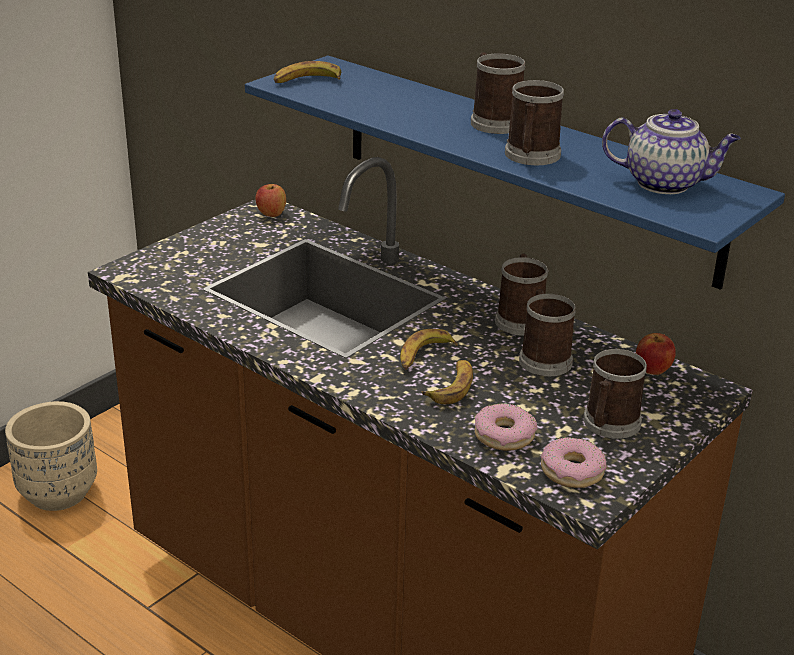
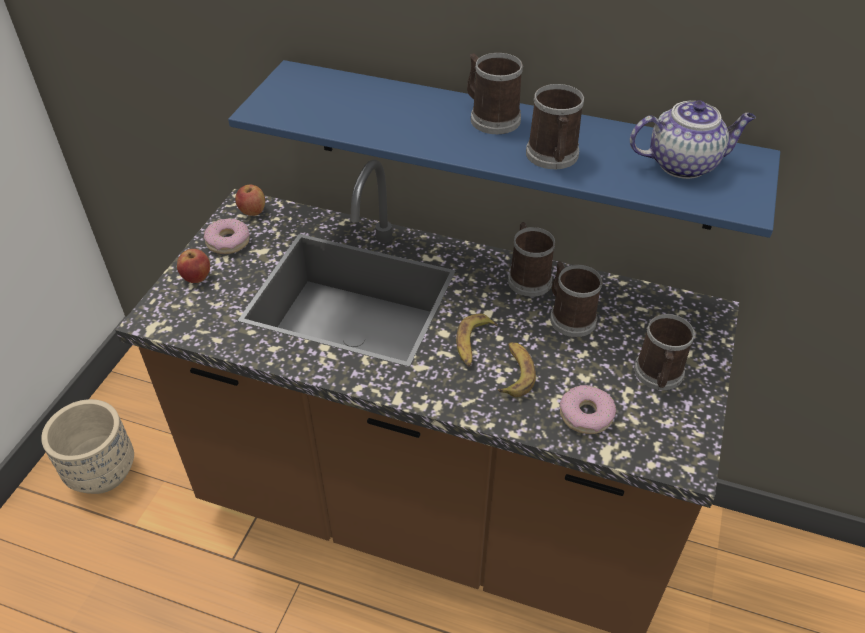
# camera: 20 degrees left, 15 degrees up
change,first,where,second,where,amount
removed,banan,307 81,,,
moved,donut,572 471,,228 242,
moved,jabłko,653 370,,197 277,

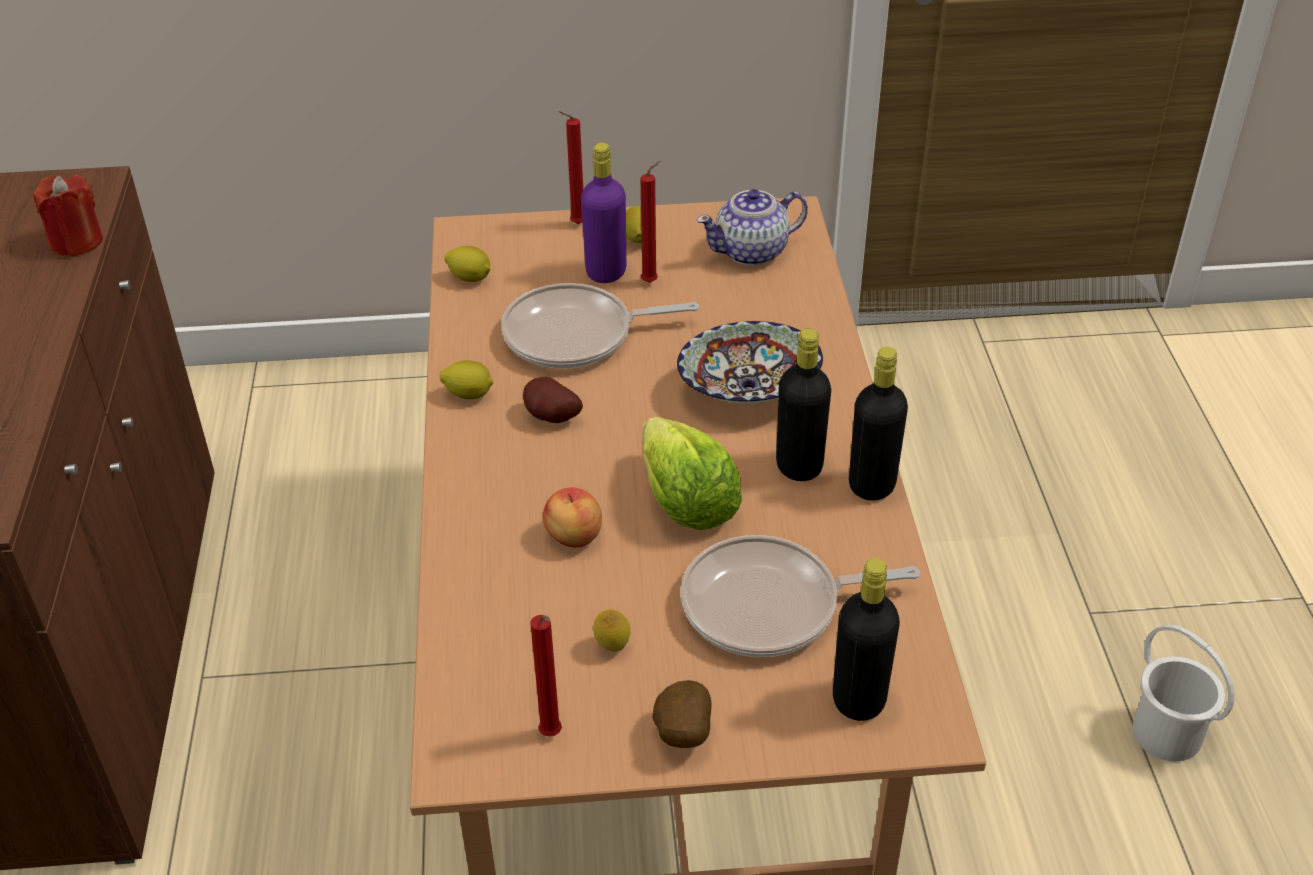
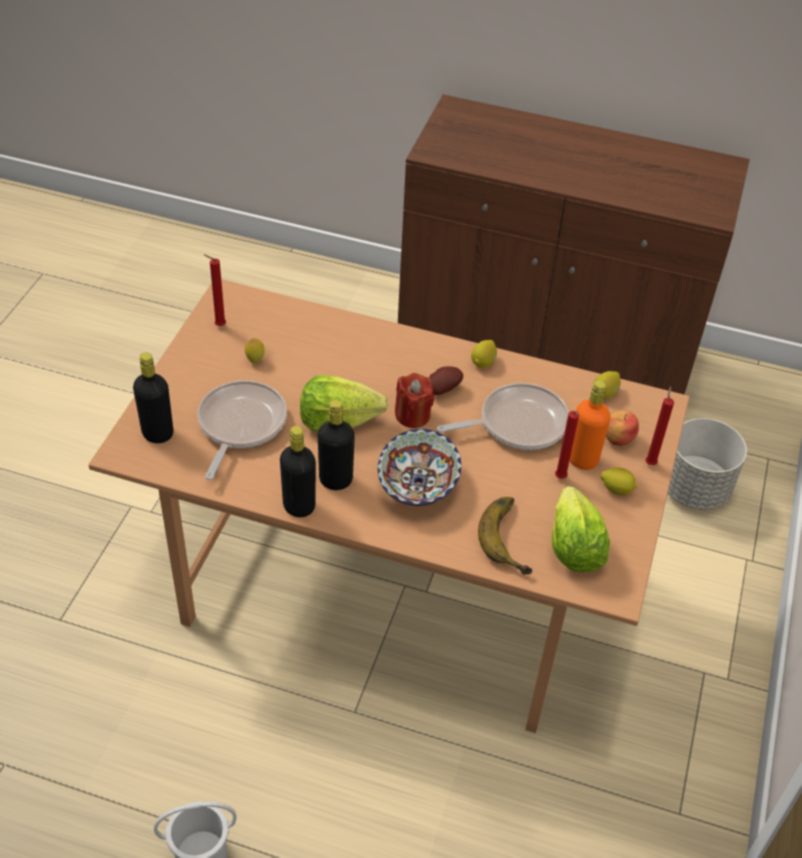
# camera: 110 degrees right, 5 degrees up
change,first,where,second,where,amount
moved,świeca (czerwony),76 242,,412 415,
turned,patelnia,576 335,,517 423,60 degrees clockwise
moved,jabłko,573 537,,618 438,
recoloured,butelka (fioletowy),606 272,butelka (pomarańczowy),582 459,
removed,ziemniak,681 735,,,
replaced,imbryk,752 252,sałata,573 547,
added,,,banan,512 537,
added,,,donica (szary),695 489,

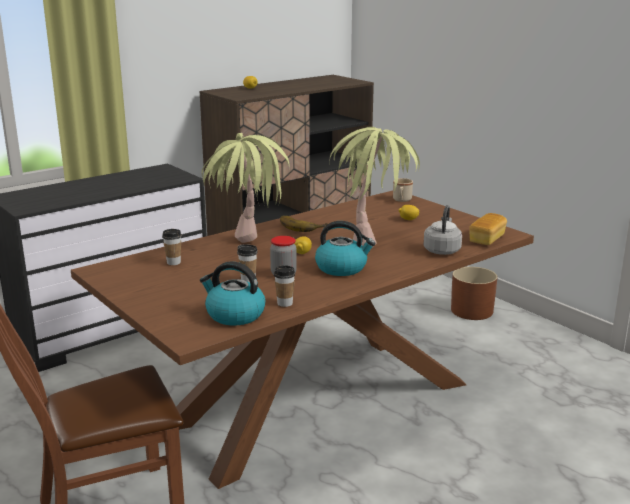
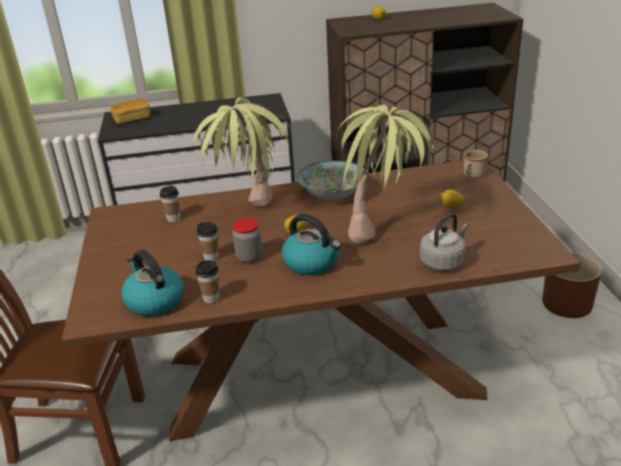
# camera: 30 degrees right, 10 degrees up
change,first,where,second,where,amount
replaced,banan,302 226,miska,332 194,
moved,chleb,487 239,,132 119,

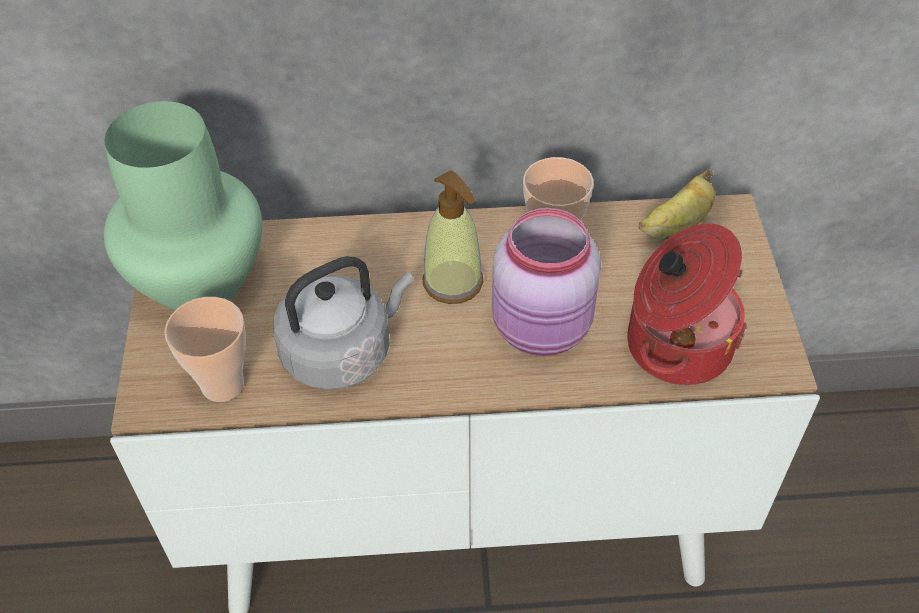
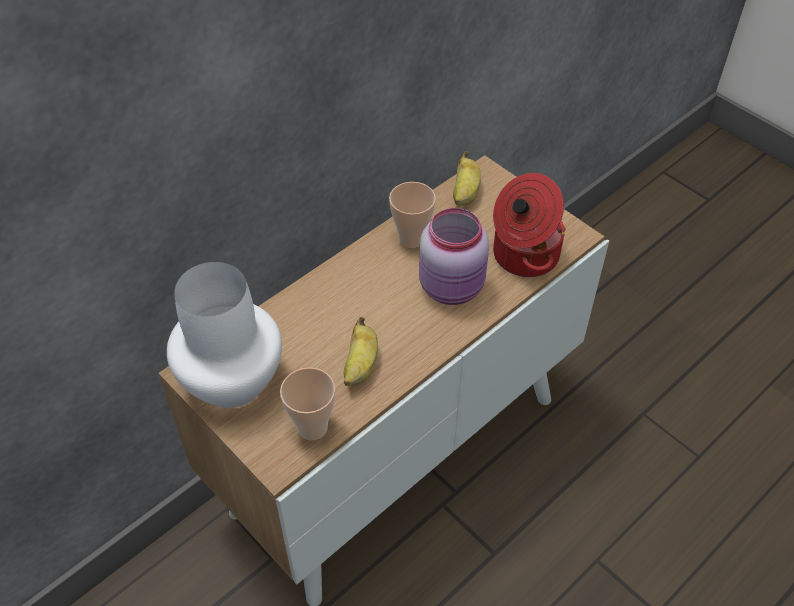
# camera: 40 degrees left, 0 degrees up
change,first,where,second,where,amount
recoloured,wazon (zielony),199 279,wazon (biały),231 381,
replaced,czajnik (szary),342 352,banan,360 366,
removed,dozownik mydła,453 282,,,

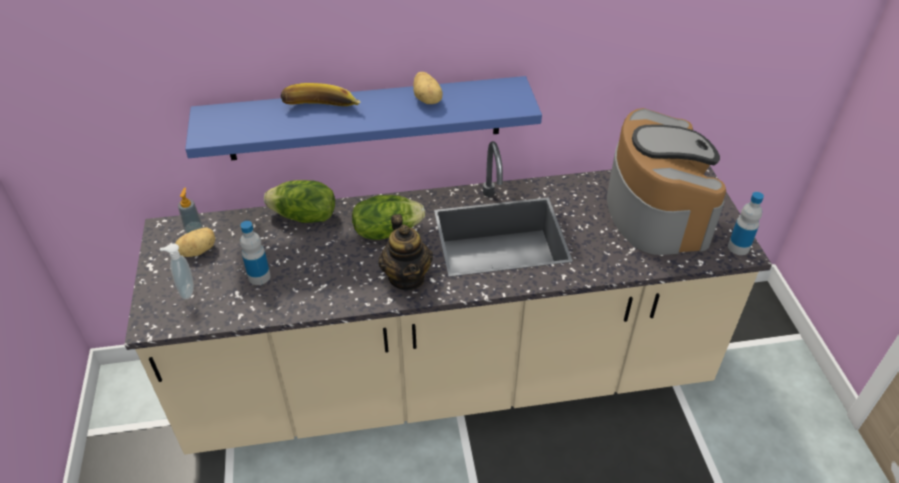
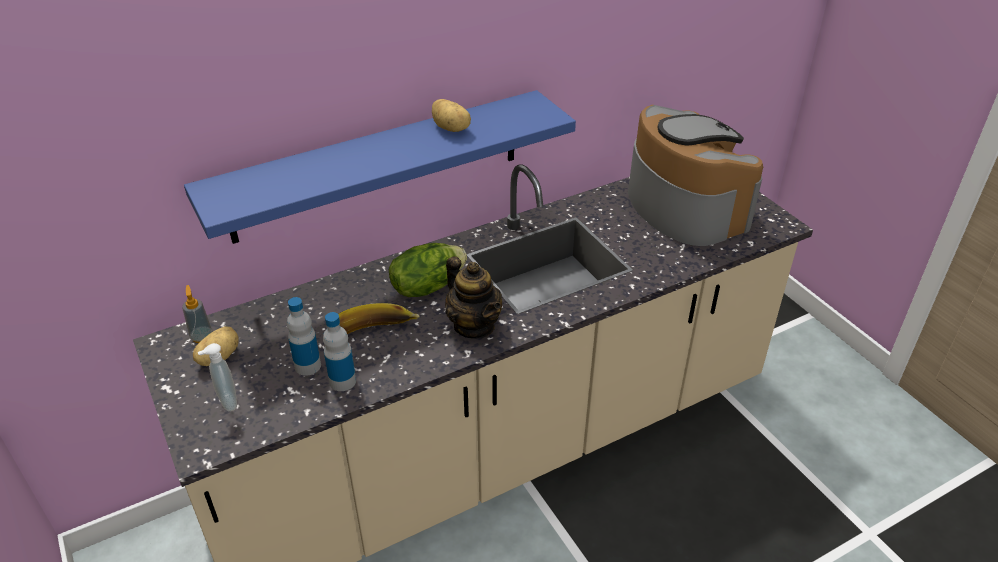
# camera: 20 degrees left, 5 degrees down
change,first,where,second,where,amount
removed,sałata,304 217,,,
moved,banan,321 110,,375 333,
moved,butelka,738 247,,342 381,

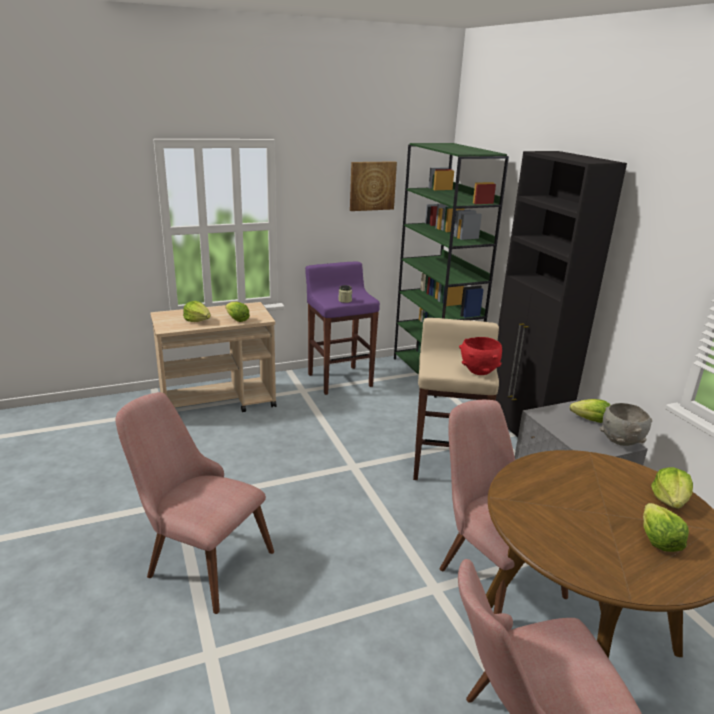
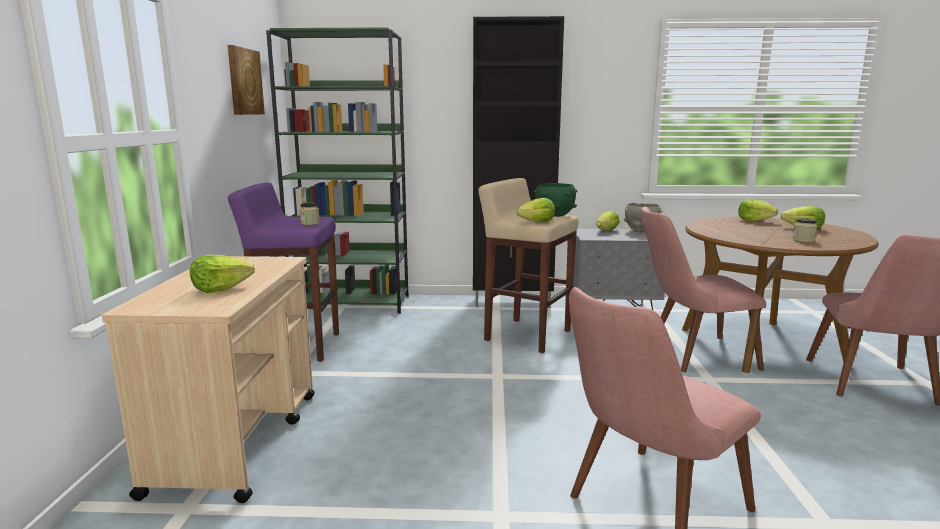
# camera: 65 degrees left, 10 degrees down
change,first,where,second,where,amount
moved,sałata,237 320,,537 222,
recoloured,miska (czerwony),479 371,miska (zielony),554 215,
added,,,słoik,803 240,

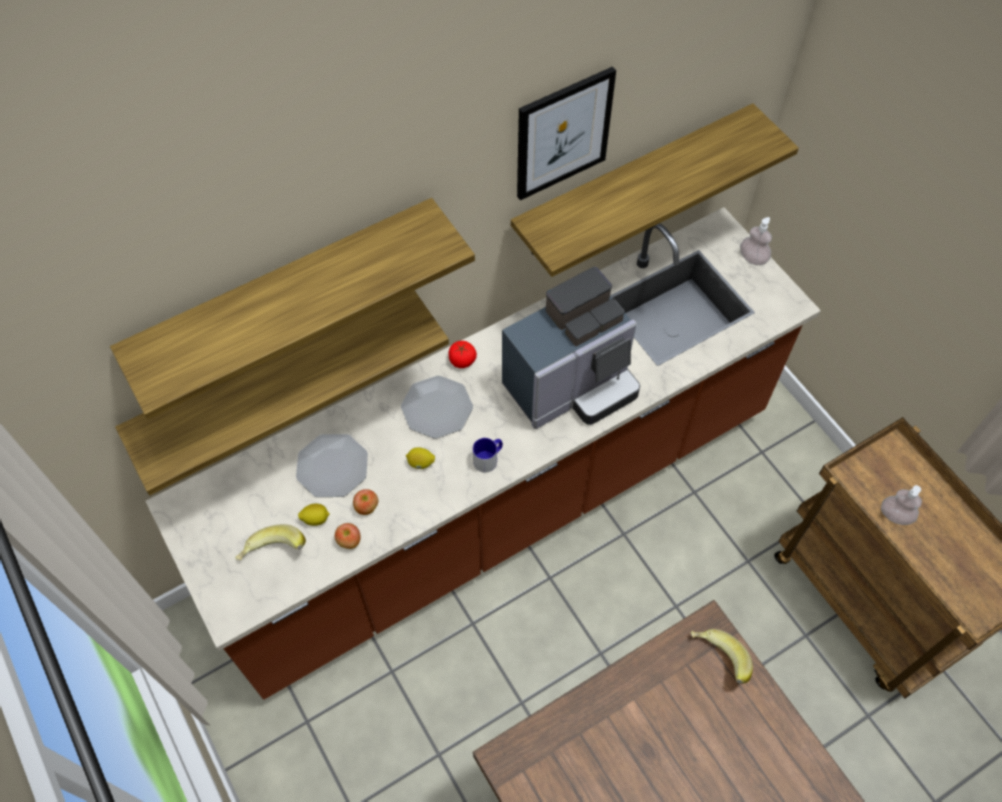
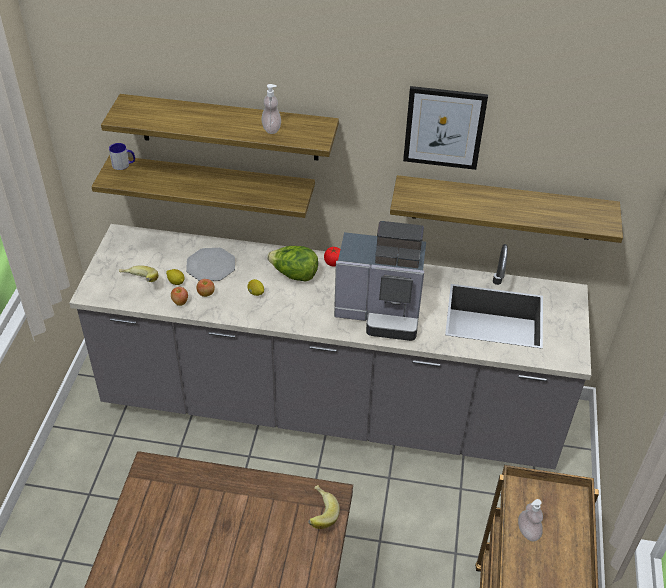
# camera: 40 degrees right, 15 degrees down
change,first,where,second,where,amount
recoloured,zabudowa kuchenna (brązowy),501 506,zabudowa kuchenna (szary),329 410,
replaced,talerz,437 408,sałata,294 275,
moved,kubek,489 459,,124 165,
moved,dozownik mydła,752 258,,271 129,

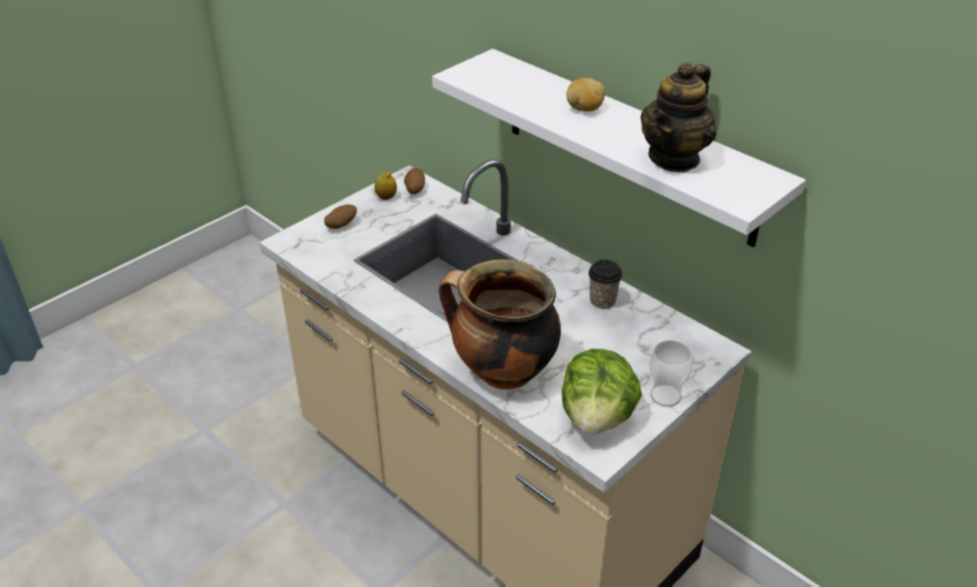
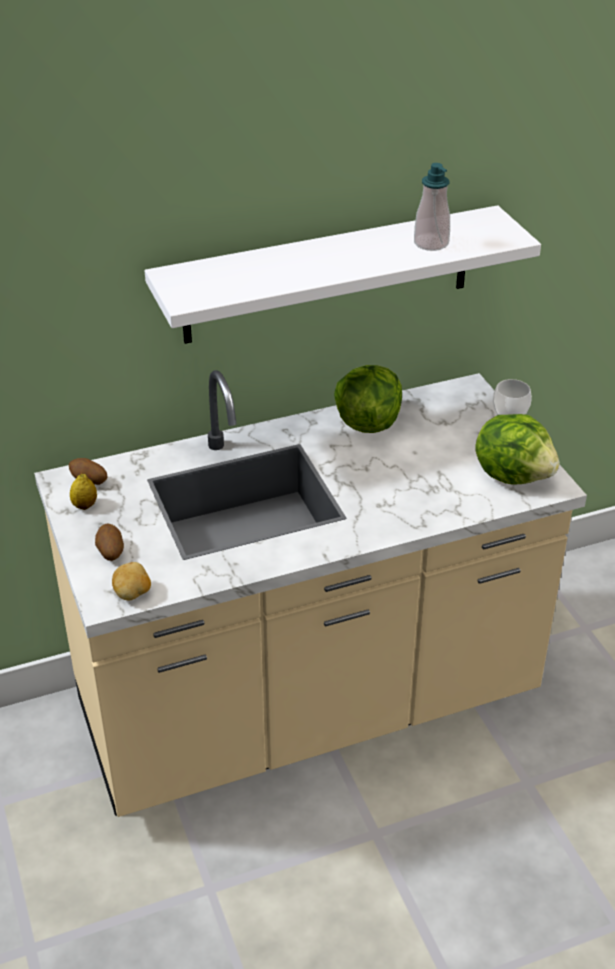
# camera: 65 degrees left, 0 degrees up
change,first,where,second,where,amount
removed,garnek,501 372,,,
moved,ziemniak,584 109,,133 594,
replaced,filiżanka,602 301,sałata,368 422,
replaced,imbryk,674 158,dozownik mydła,431 243,

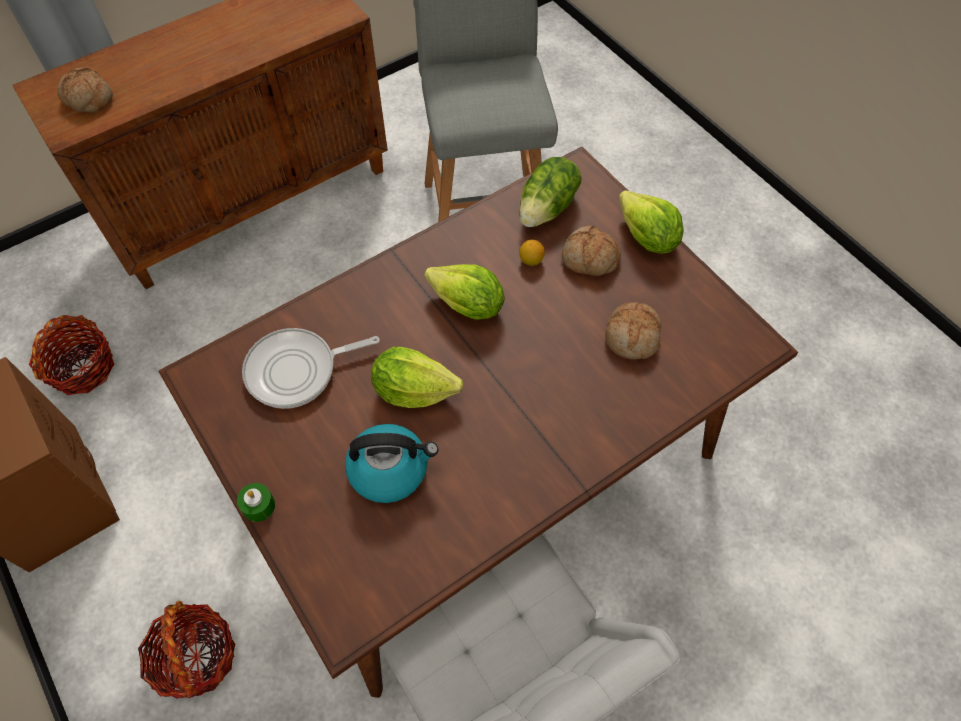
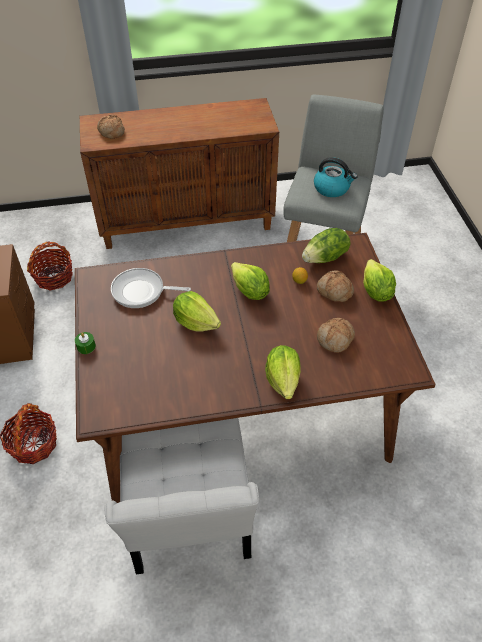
# camera: 25 degrees right, 10 degrees down
change,first,where,second,where,amount
moved,czajnik,390 469,,332 188,
added,,,sałata,283 380,

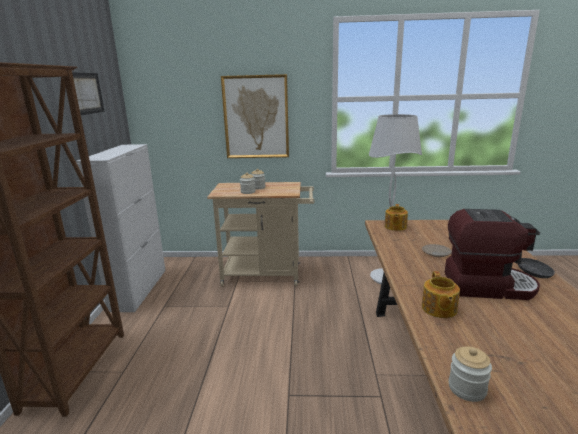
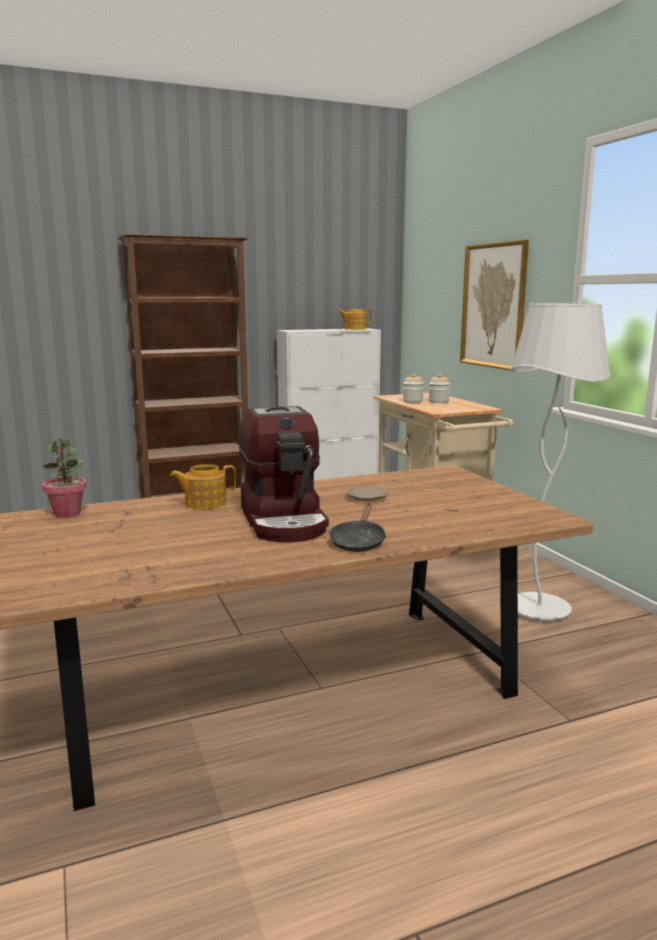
# camera: 65 degrees right, 5 degrees down
change,first,where,second,where,amount
removed,obraz,85 93,,,
moved,imbryk,395 227,,354 329,
replaced,słoik,467 388,roślina doniczkowa,67 513,

